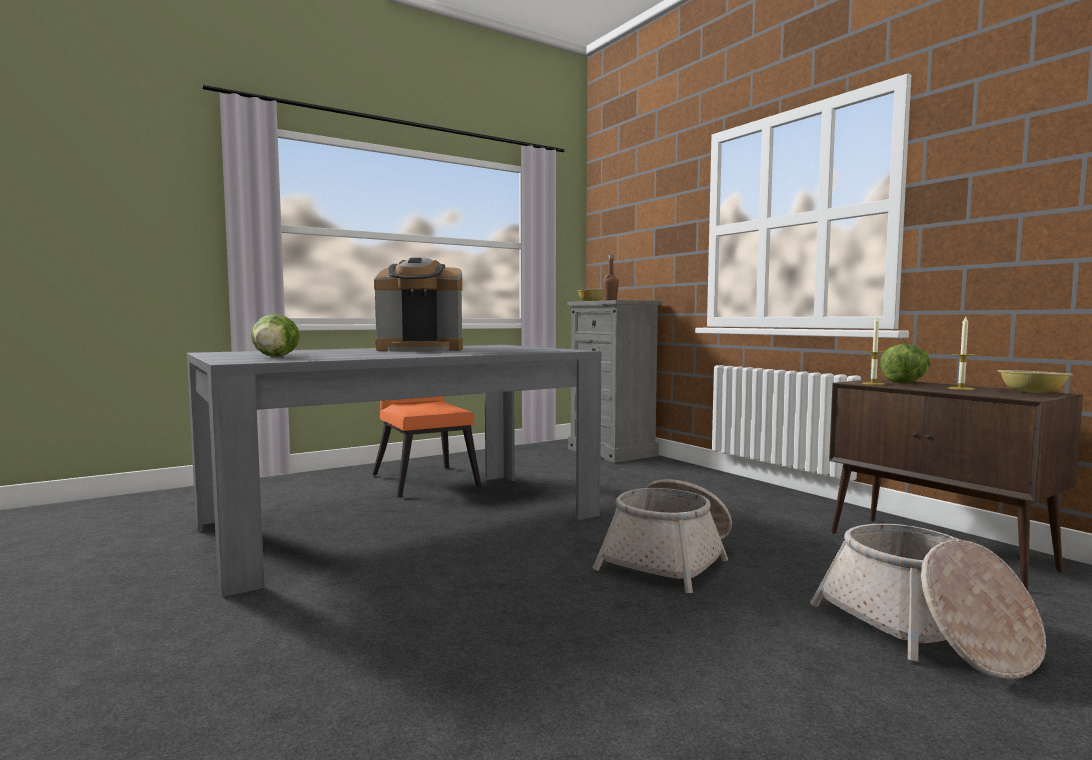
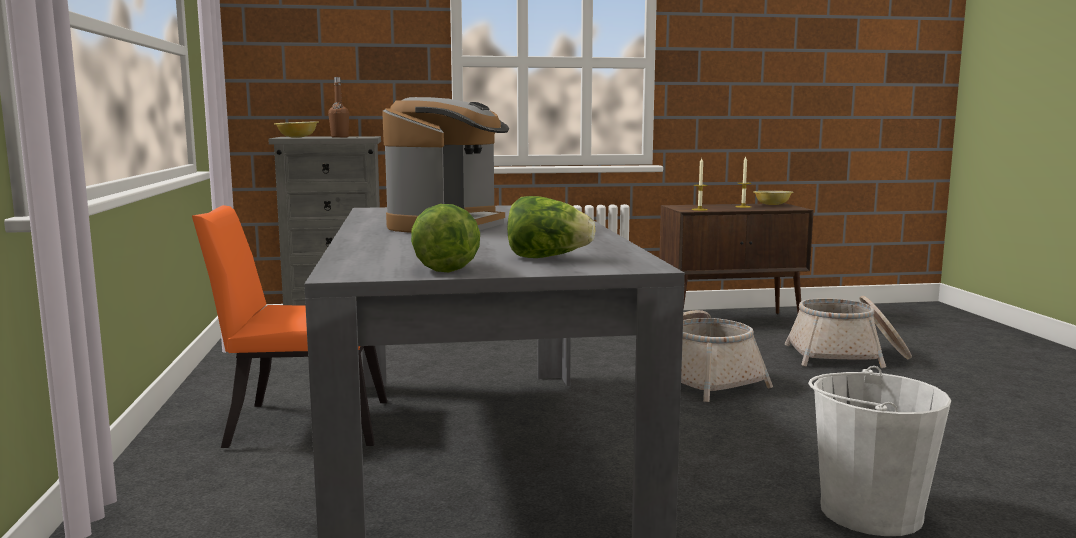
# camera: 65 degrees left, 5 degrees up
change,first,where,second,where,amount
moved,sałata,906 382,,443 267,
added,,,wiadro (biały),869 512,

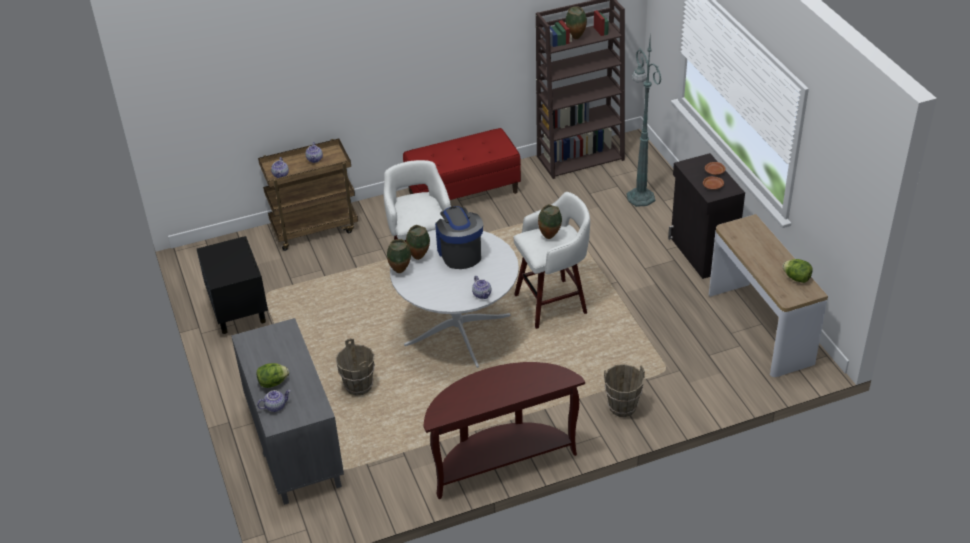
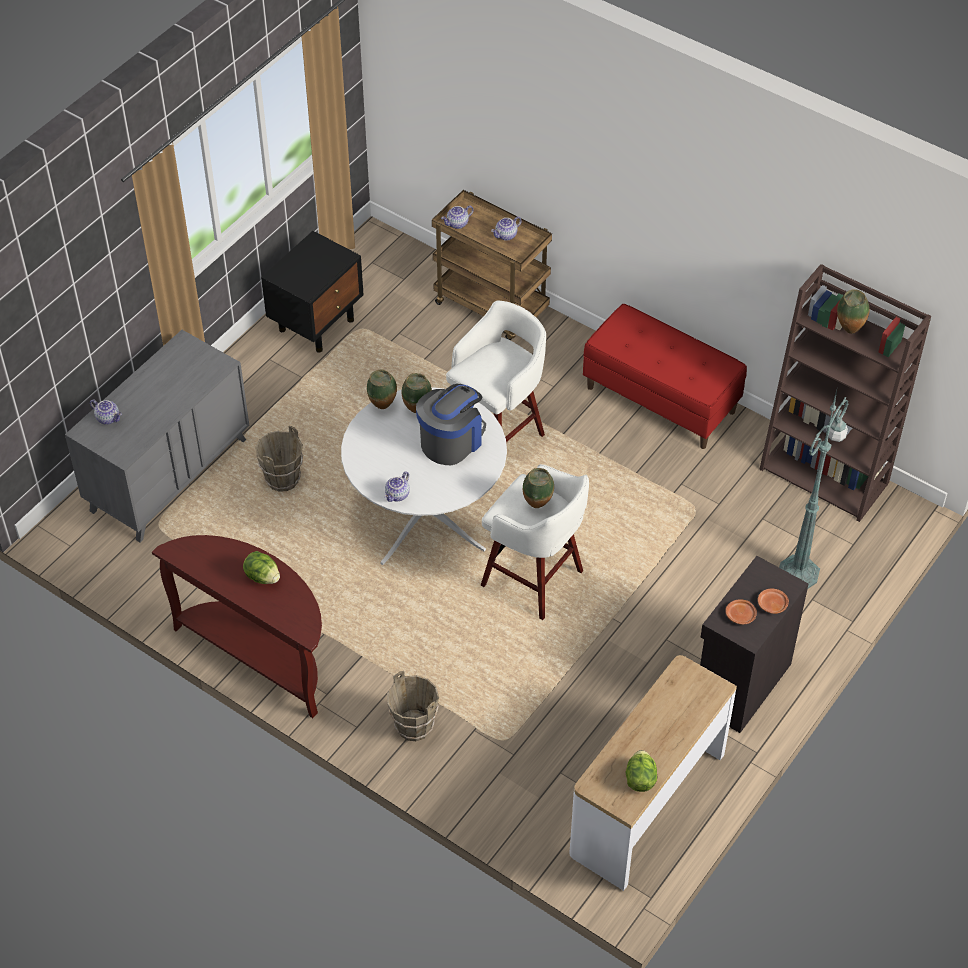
# camera: 55 degrees right, 10 degrees up
change,first,where,second,where,amount
moved,sałata,273 383,,262 577,

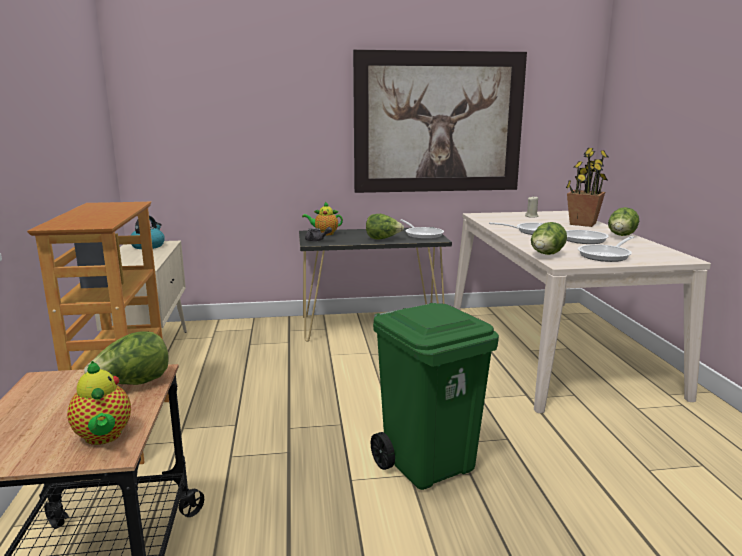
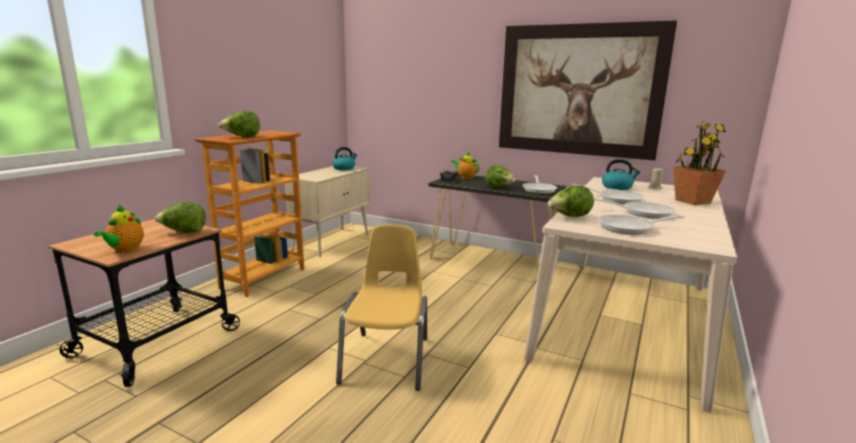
# camera: 35 degrees right, 0 degrees up
change,first,where,second,where,amount
replaced,kosz na śmieci (zielony),429 464,krzesło (żółty),387 359,
moved,sałata,621 236,,242 137,
added,,,czajnik,617 187,

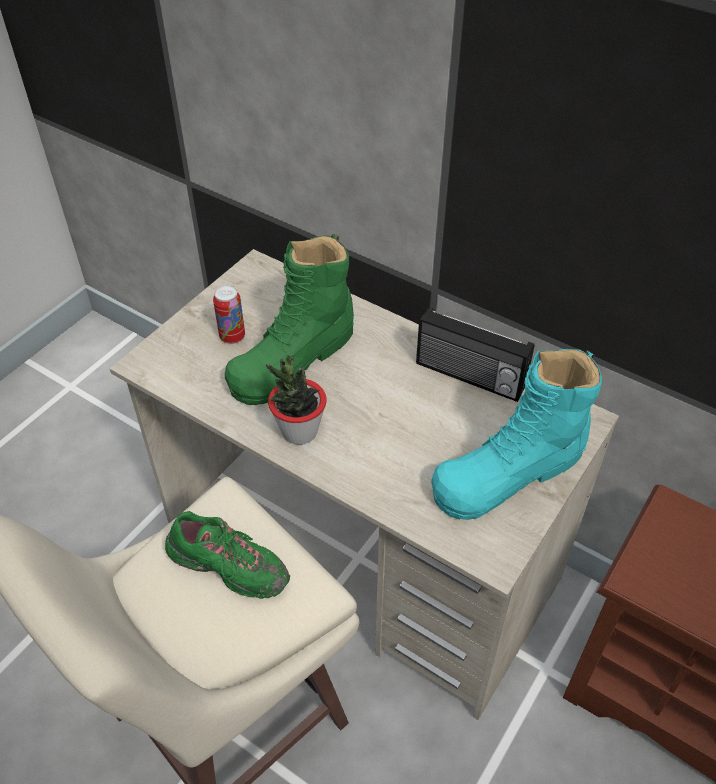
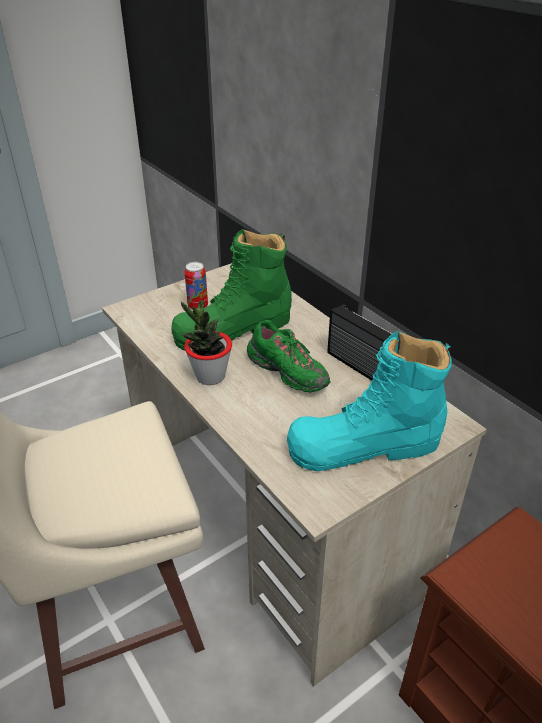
# camera: 20 degrees right, 10 degrees down
change,first,where,second,where,amount
moved,but (zielony),229 567,,287 373,

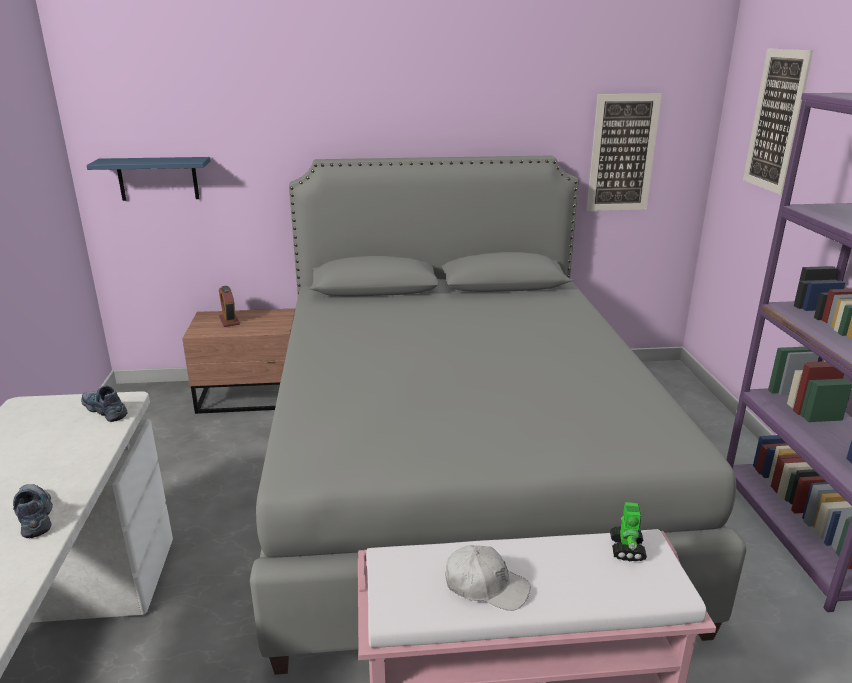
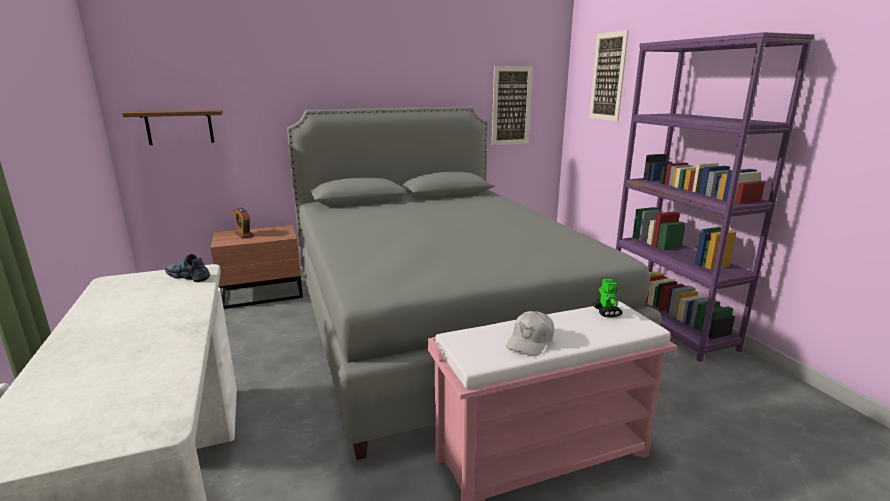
# camera: 15 degrees left, 5 degrees down
change,first,where,second,where,amount
removed,but,35 515,,,
recoloured,półka (niebieski),158 178,półka (brązowy),179 127,
turned,czapka z daszkiem (biały),486 586,,530 341,120 degrees clockwise

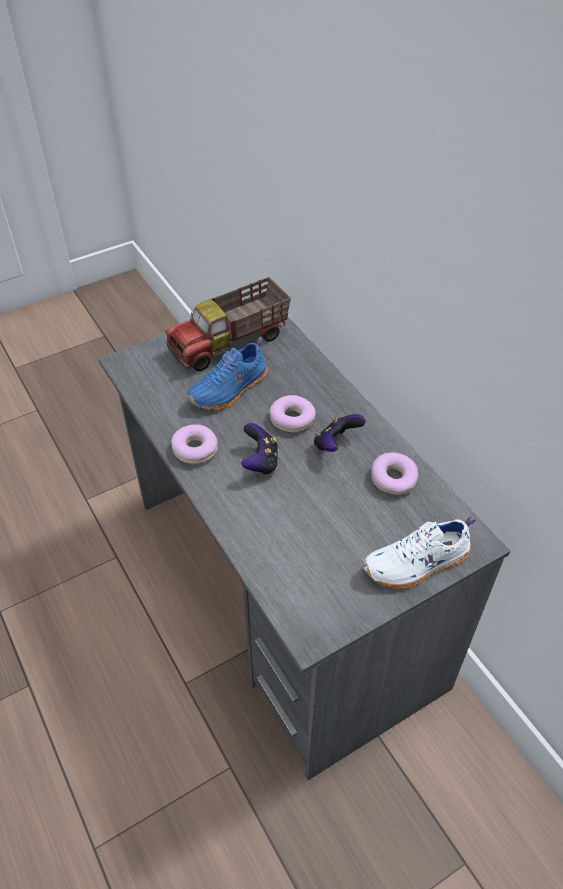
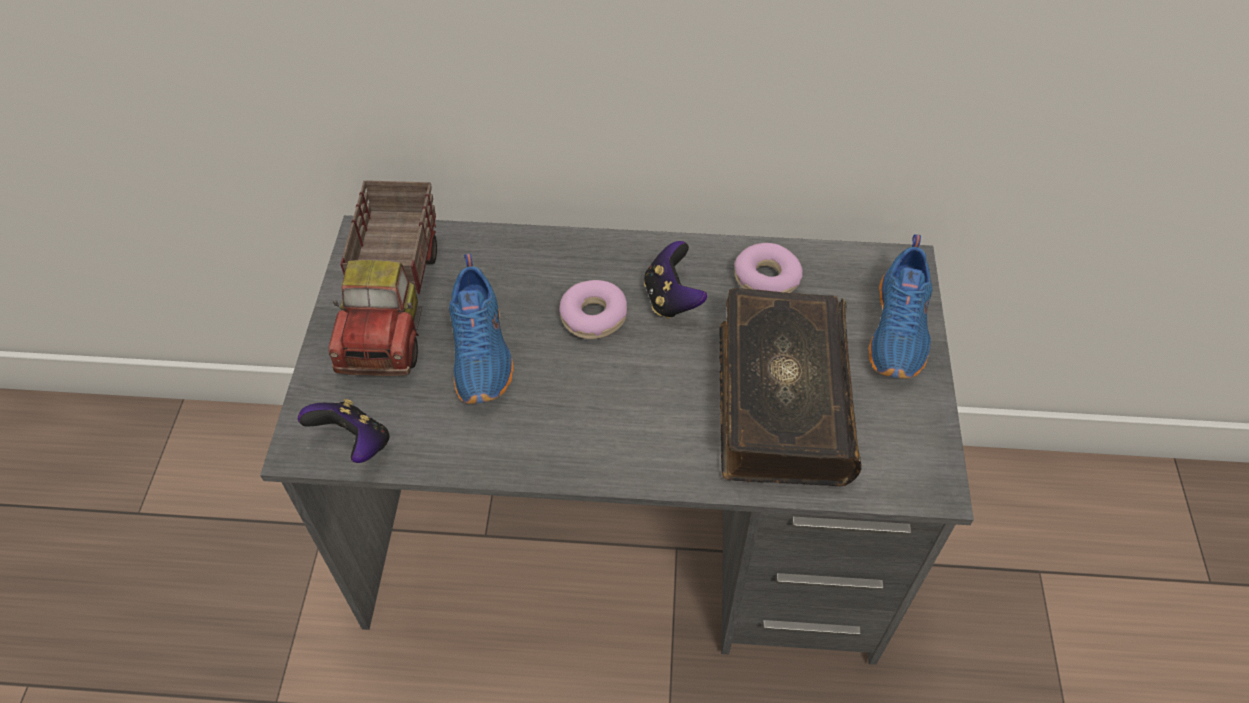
# camera: 55 degrees left, 5 degrees up
change,first,where,second,where,amount
removed,donut,195 449,,,
moved,pad do gier,260 462,,355 443,
recoloured,but (biały),417 565,but (niebieski),900 331,
added,,,książka,780 401,

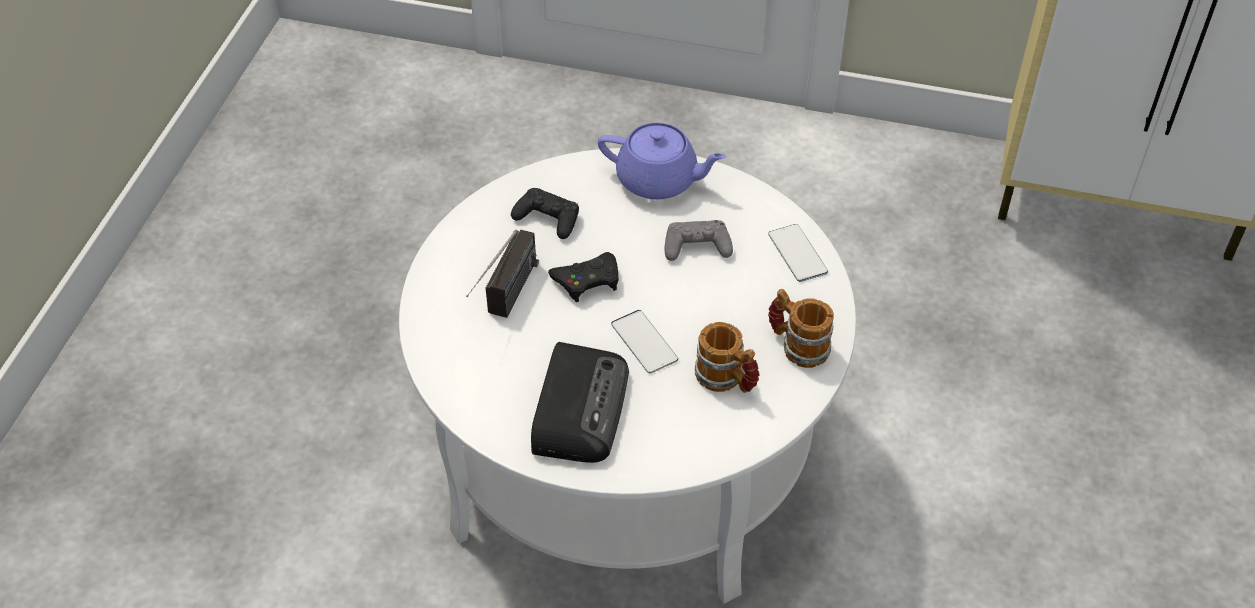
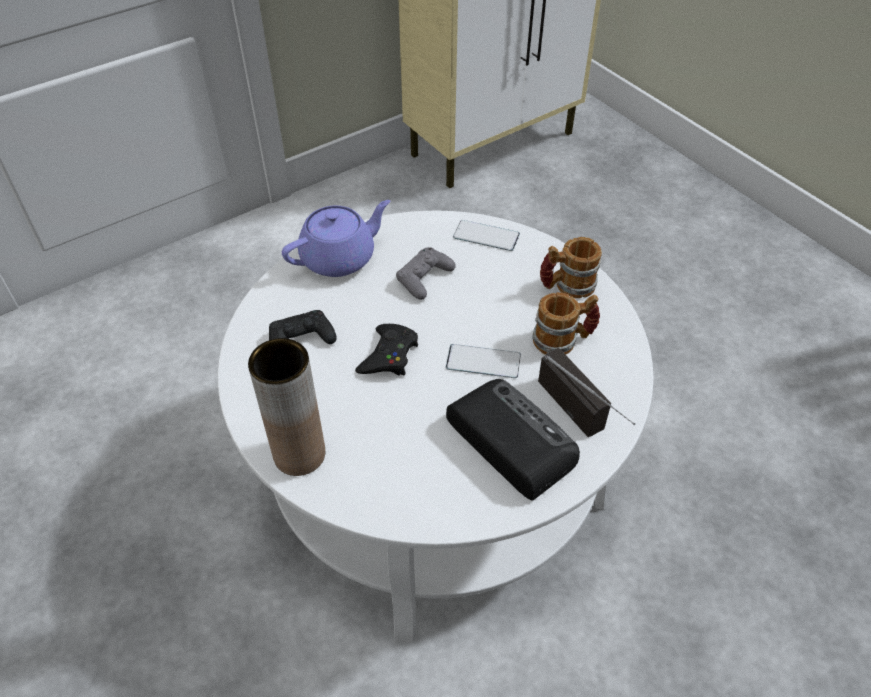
# camera: 50 degrees left, 0 degrees up
change,first,where,second,where,amount
moved,radio,506 303,,586 419,
added,,,wazon (brązowy),299 454,

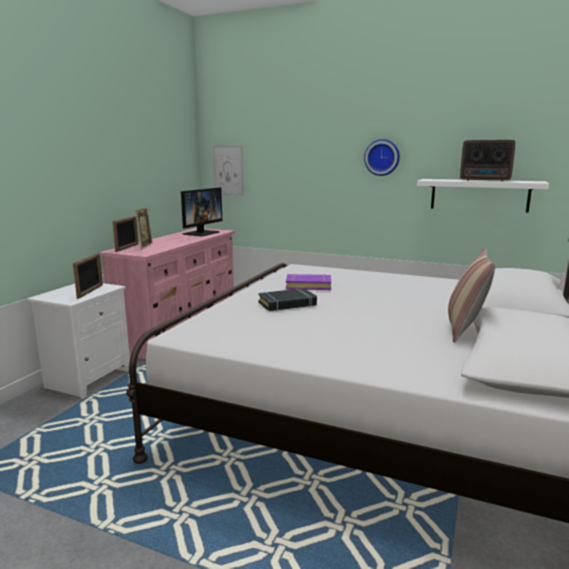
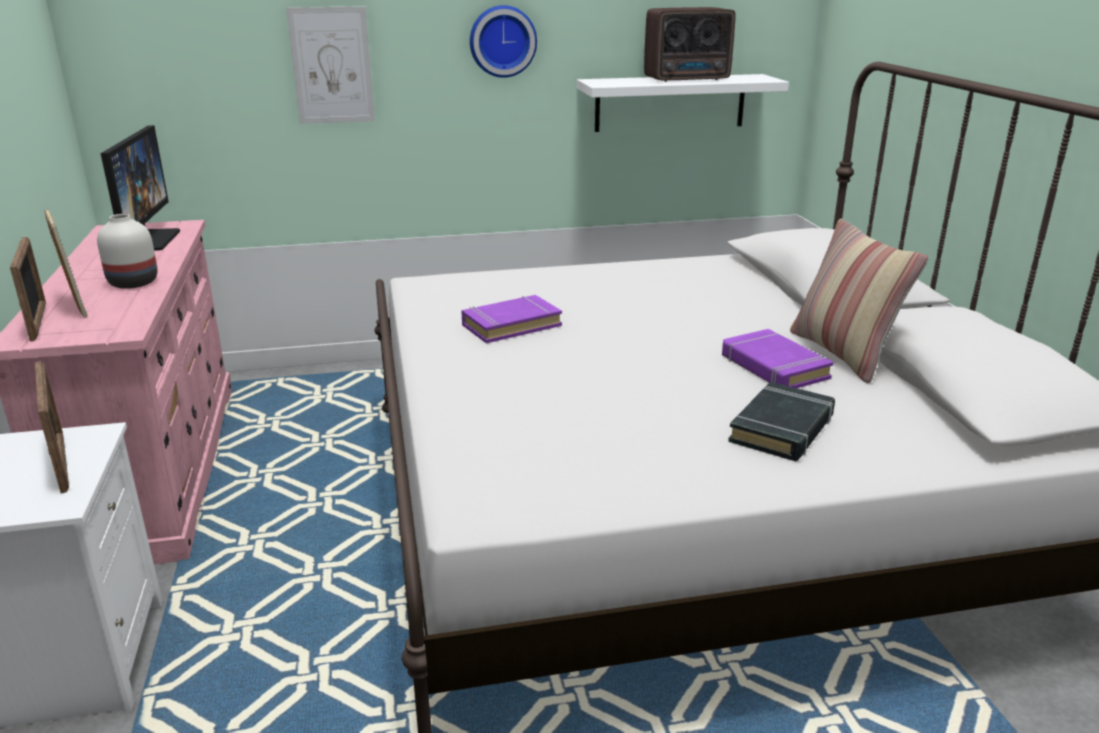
# camera: 35 degrees left, 10 degrees up
change,first,where,second,where,amount
moved,obraz,228 170,,332 66,
moved,książka (czarny),287 304,,782 429,
added,,,wazon (biały),133 283,
added,,,książka (fioletowy),773 367,

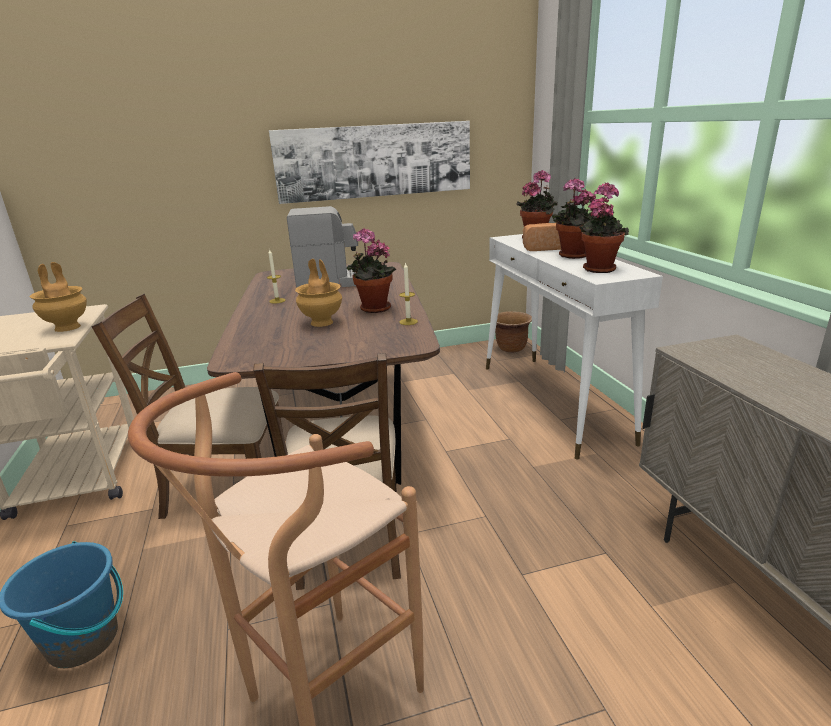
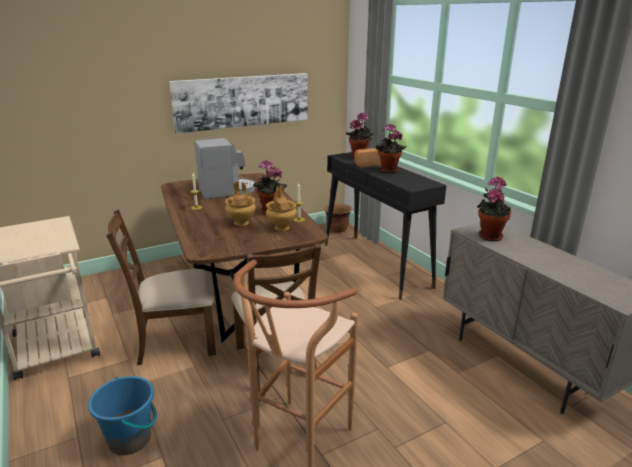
# camera: 15 degrees left, 0 degrees up
change,first,where,second,where,amount
moved,wazon (brązowy),68 327,,281 227,
recoloured,stolik konsolowy (biały),552 402,stolik konsolowy (czarny),376 265,
moved,roślina doniczkowa,598 268,,489 236,

